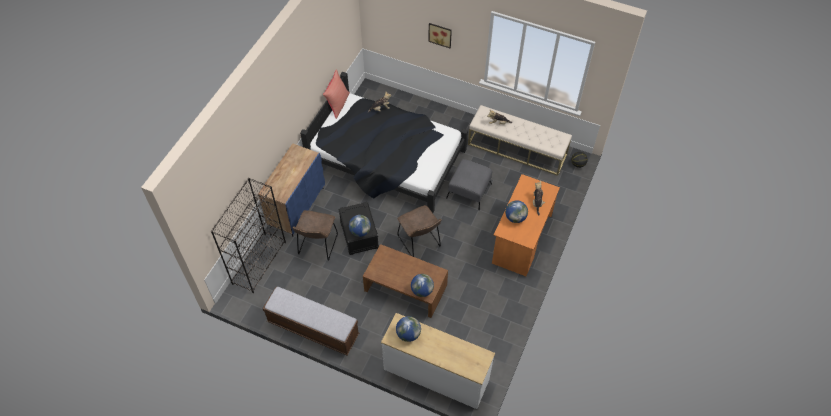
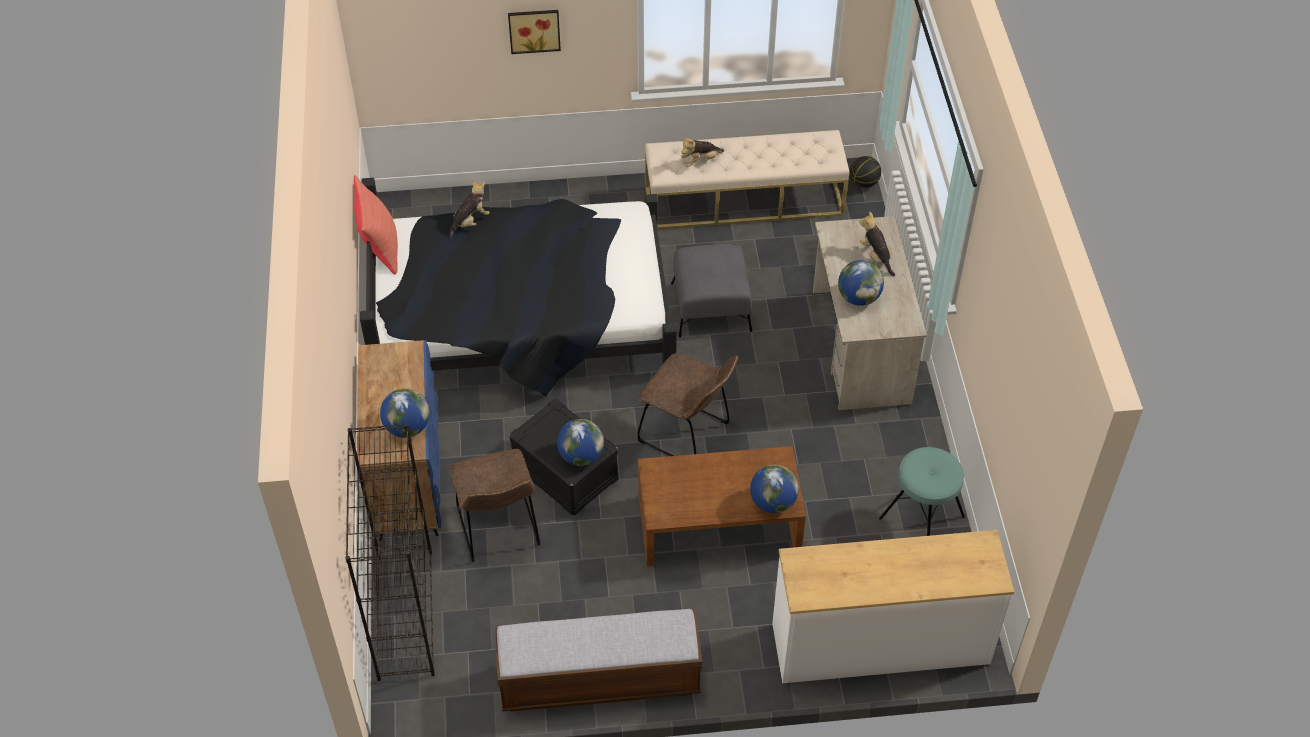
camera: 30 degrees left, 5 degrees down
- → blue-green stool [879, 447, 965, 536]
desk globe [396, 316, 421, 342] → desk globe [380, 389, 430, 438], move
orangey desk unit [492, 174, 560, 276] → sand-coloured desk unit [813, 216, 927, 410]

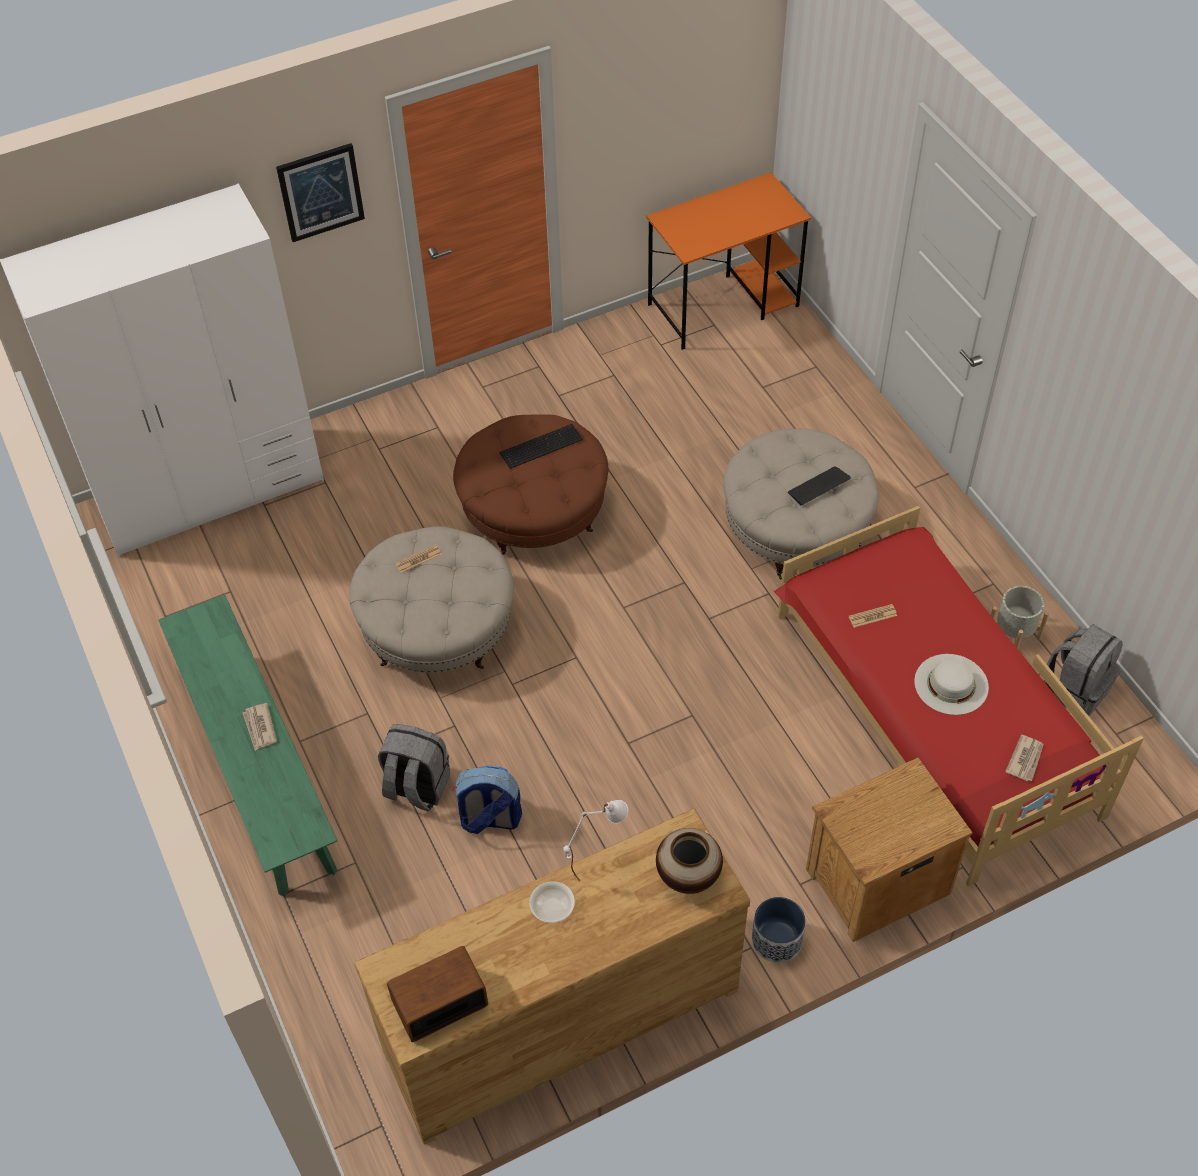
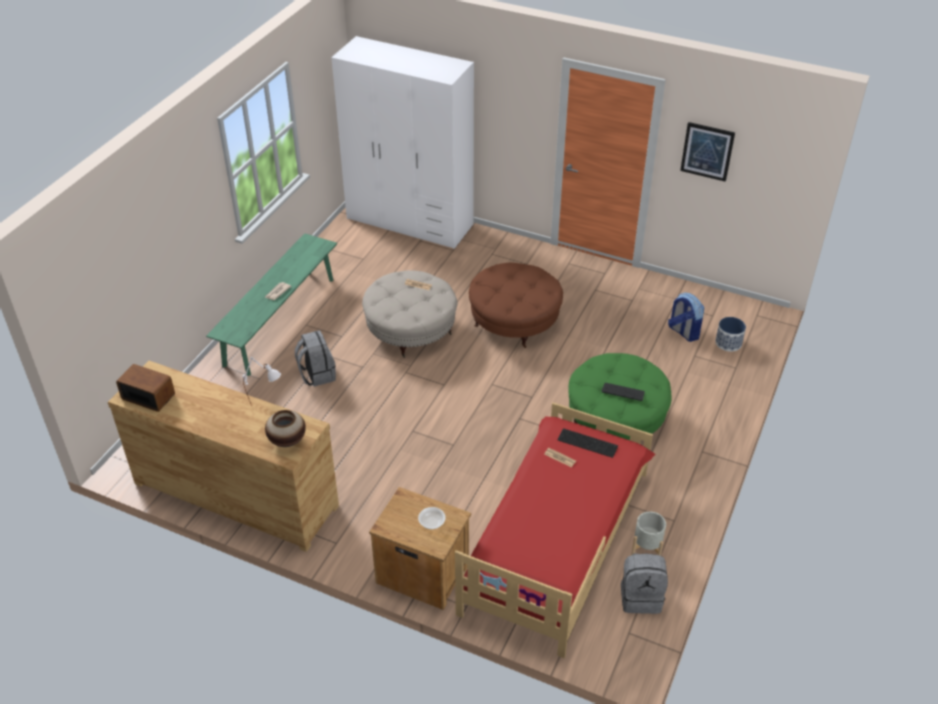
camera: 50 degrees right, 10 degrees down
orangey desk unit [646, 172, 811, 350] → -
white clothing hat [914, 654, 989, 715] → -
printed paper [1005, 735, 1044, 781] → -
wall picture [276, 143, 365, 242] → wall picture [680, 122, 735, 182], move
knapsack [453, 765, 522, 834] → knapsack [668, 293, 704, 342], move
PC keyboard [500, 424, 583, 469] → PC keyboard [558, 428, 618, 458], move
serving bowl [529, 881, 575, 923] → serving bowl [418, 507, 446, 529], move
planter [752, 897, 806, 963] → planter [715, 317, 746, 352], move
sand-coloured pouffe [723, 428, 879, 580] → green-coloured pouffe [568, 353, 671, 440]

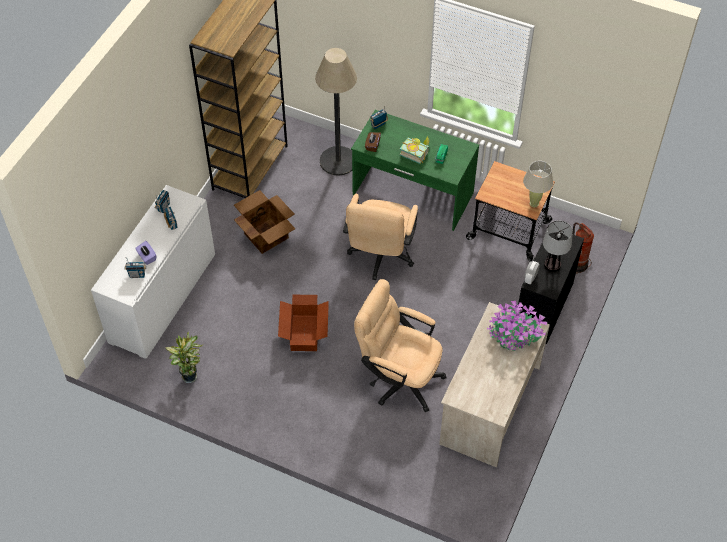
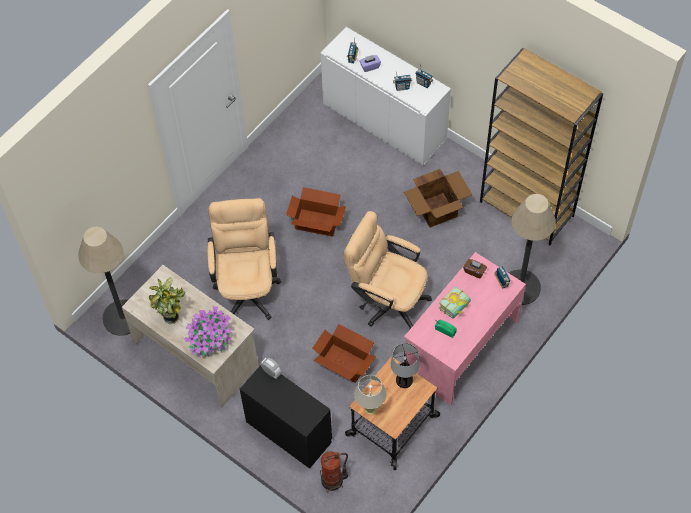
camera: 105 degrees right, 5 degrees up
- → standing lamp [78, 227, 131, 336]
- → carton [312, 324, 376, 383]
plant in a pot [165, 332, 203, 383] → plant in a pot [149, 277, 186, 324], move
tabletop lamp [543, 220, 573, 272] → tabletop lamp [391, 343, 420, 388], move
green-coloured desk unit [351, 110, 479, 231] → pink desk unit [404, 252, 526, 405]
sand-coloured computer chair [354, 279, 446, 412] → sand-coloured computer chair [207, 198, 281, 320], 45 degrees counterclockwise

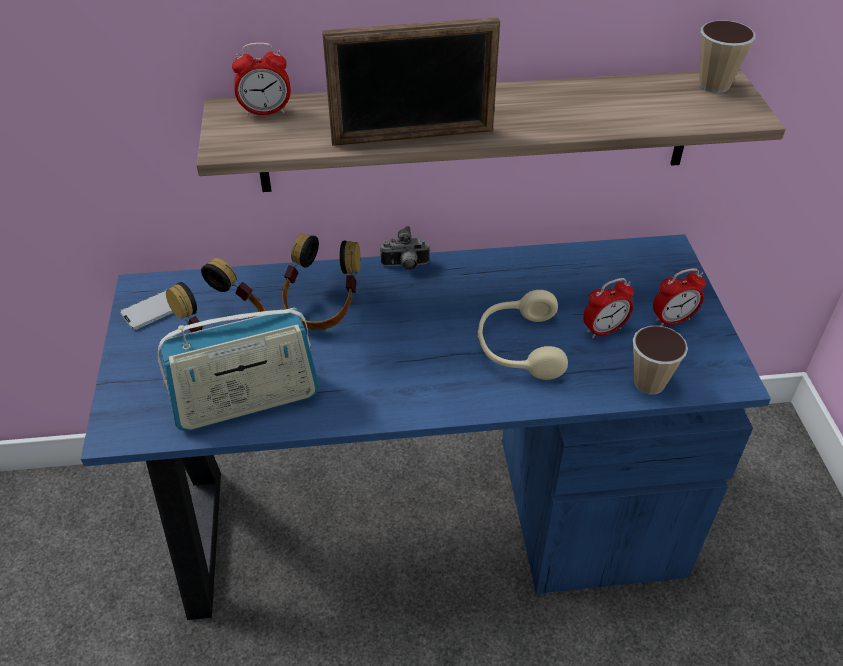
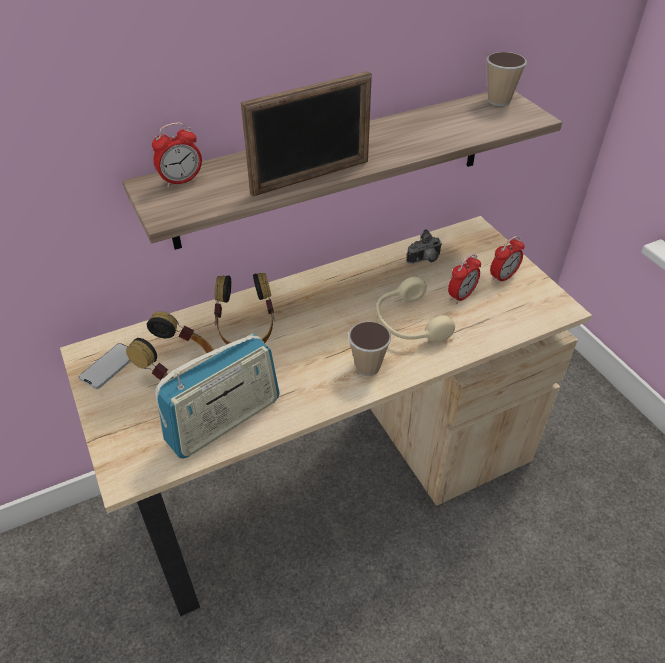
camera: 20 degrees left, 0 degrees up
photo camera [380, 226, 430, 270] → photo camera [407, 229, 442, 264], move
drinking cup [632, 326, 688, 395] → drinking cup [348, 321, 391, 376], move
blue-coloured desk unit [81, 234, 771, 620] → sand-coloured desk unit [60, 216, 592, 616]

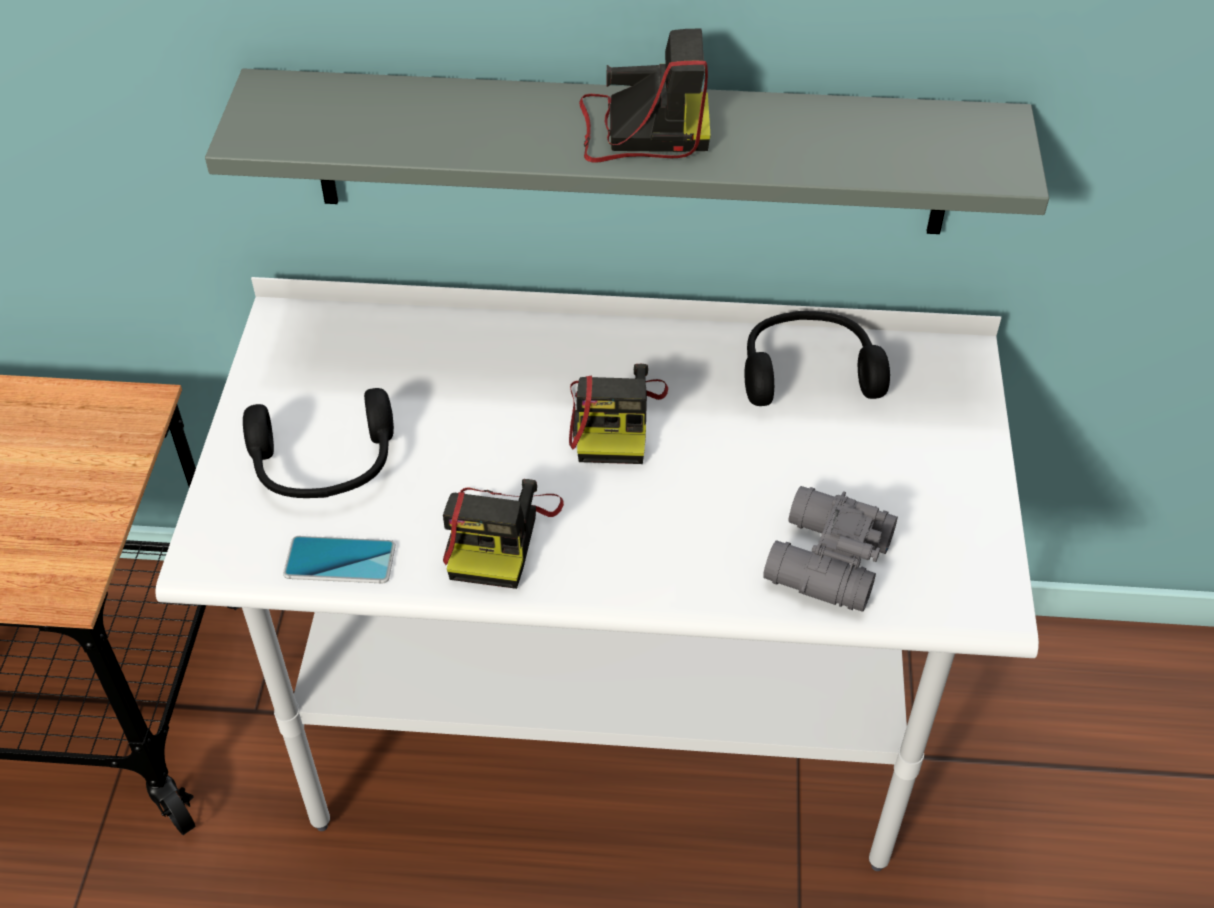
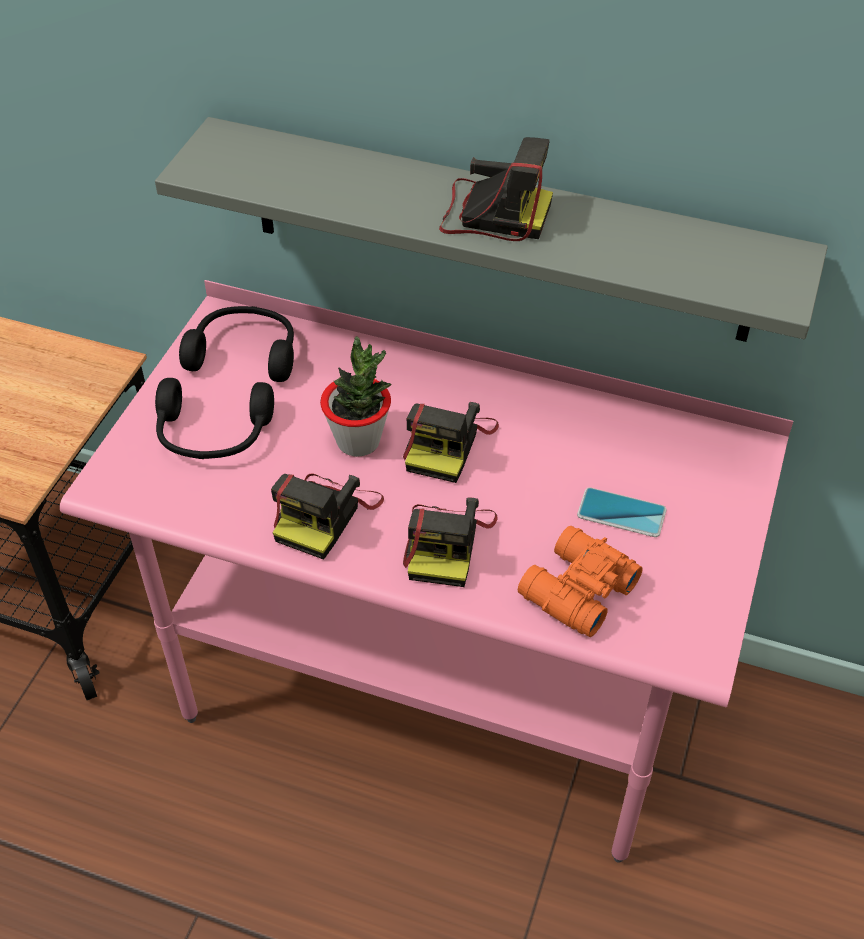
camera: 15 degrees right, 0 degrees up
- → plant in a pot [320, 336, 392, 457]
- → photo camera [403, 497, 498, 587]
handset [283, 536, 396, 583] → handset [577, 487, 667, 537], move
black-coloured headset [744, 311, 890, 406] → black-coloured headset [179, 306, 294, 382], move
white desk unit [156, 277, 1039, 871] → pink desk unit [60, 280, 793, 863]
greyish pair of binoculars [763, 486, 898, 612] → orangey pair of binoculars [518, 526, 643, 637]

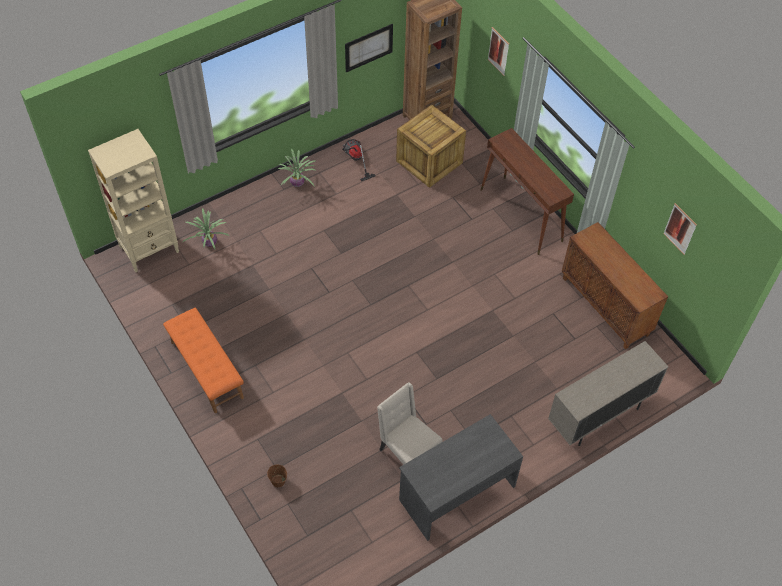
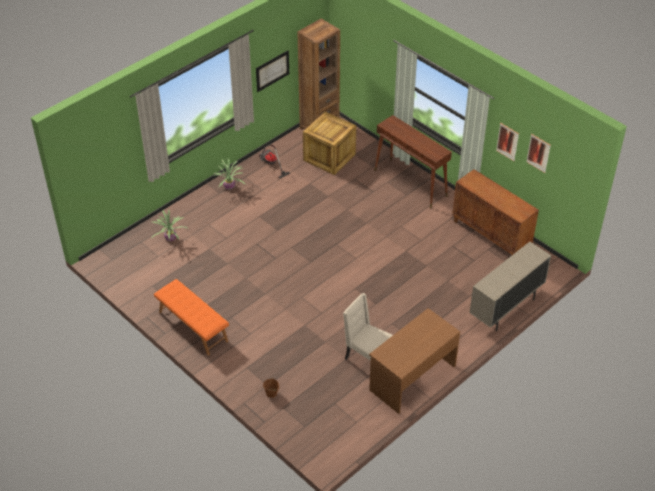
camera: 10 degrees left, 10 degrees down
sand-coloured shelving unit [88, 129, 179, 272] → -
wall picture [488, 27, 509, 76] → wall picture [496, 123, 519, 161], move
greyish desk unit [399, 414, 523, 541] → brown-coloured desk unit [369, 308, 460, 414]

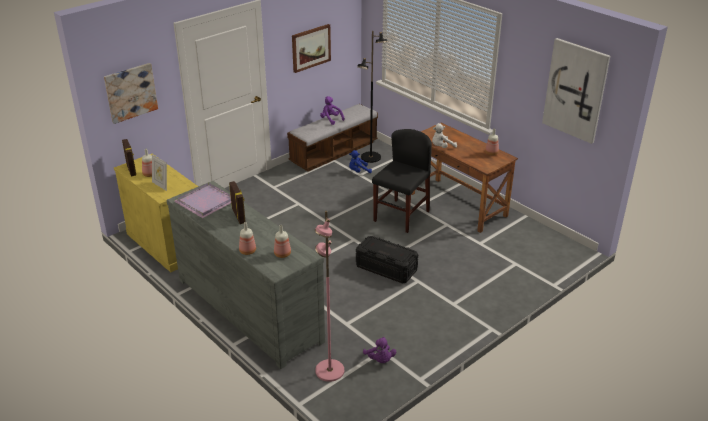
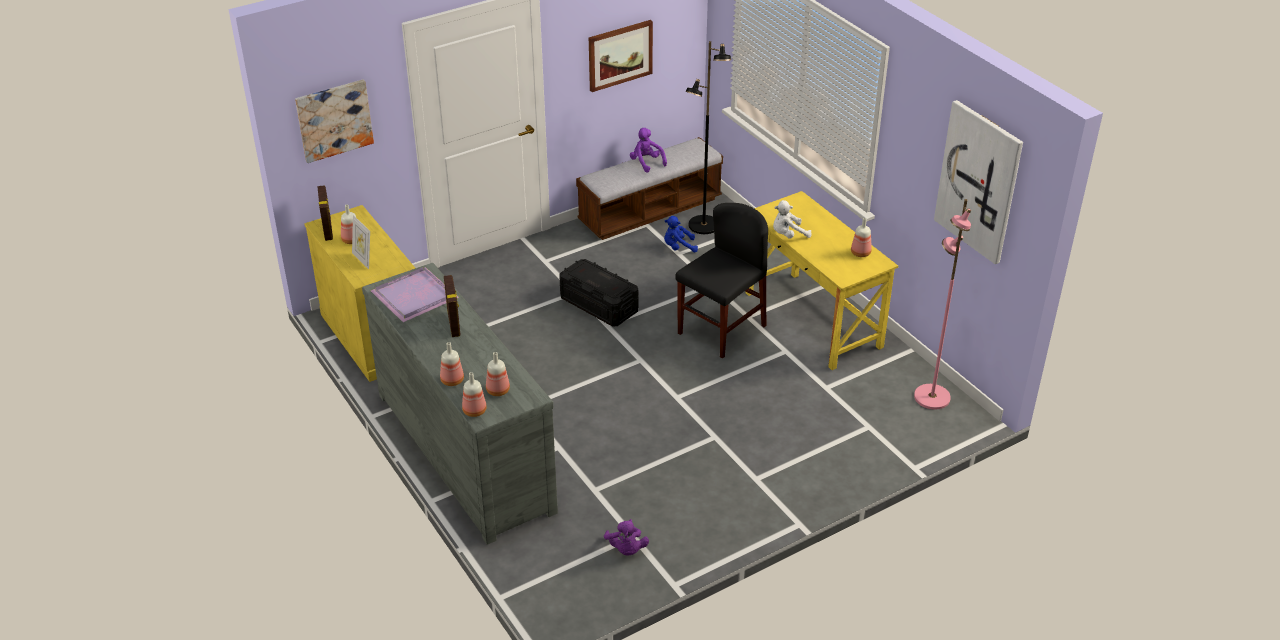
camera: 10 degrees right, 5 degrees up
- → bottle [462, 372, 487, 417]
pink standing lamp [315, 211, 344, 382] → pink standing lamp [914, 199, 971, 410], move
black-coloured storage bin [356, 236, 418, 283] → black-coloured storage bin [559, 259, 639, 327], move
brown-coloured desk unit [412, 123, 518, 233] → yellow-coloured desk unit [745, 191, 898, 370]

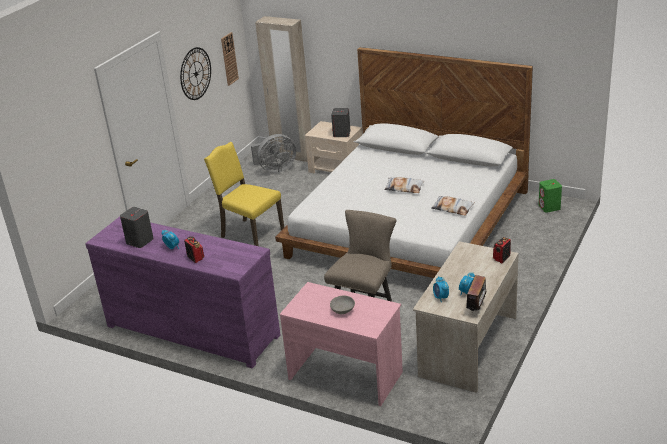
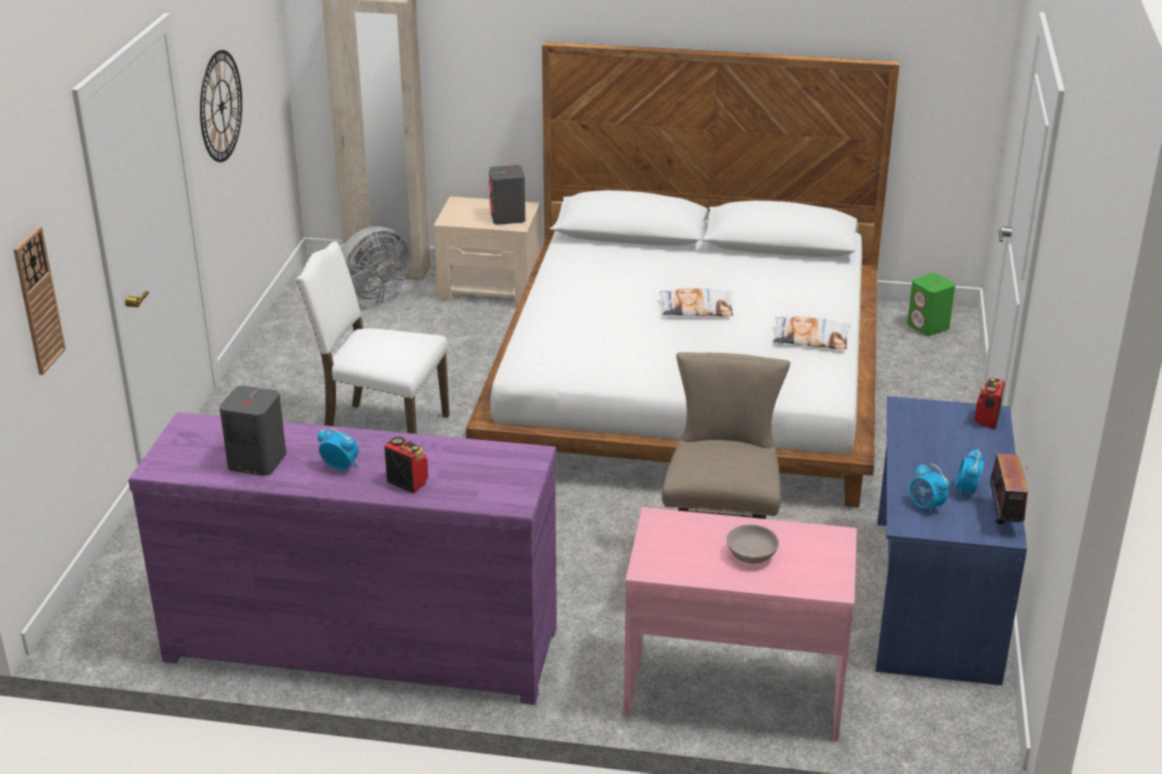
camera: 20 degrees left, 0 degrees up
wall clock [221, 32, 239, 86] → wall clock [13, 226, 66, 375], move
yellow-coloured upright chair [204, 142, 284, 246] → white upright chair [295, 242, 449, 434]
sand-coloured desk unit [413, 241, 518, 393] → blue-coloured desk unit [876, 396, 1027, 685]

